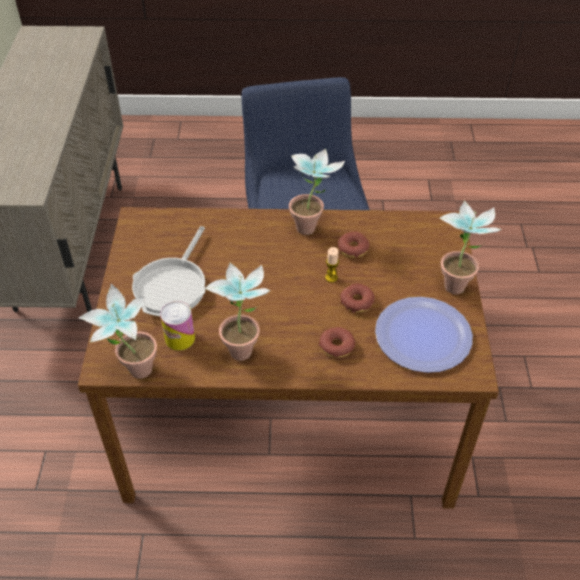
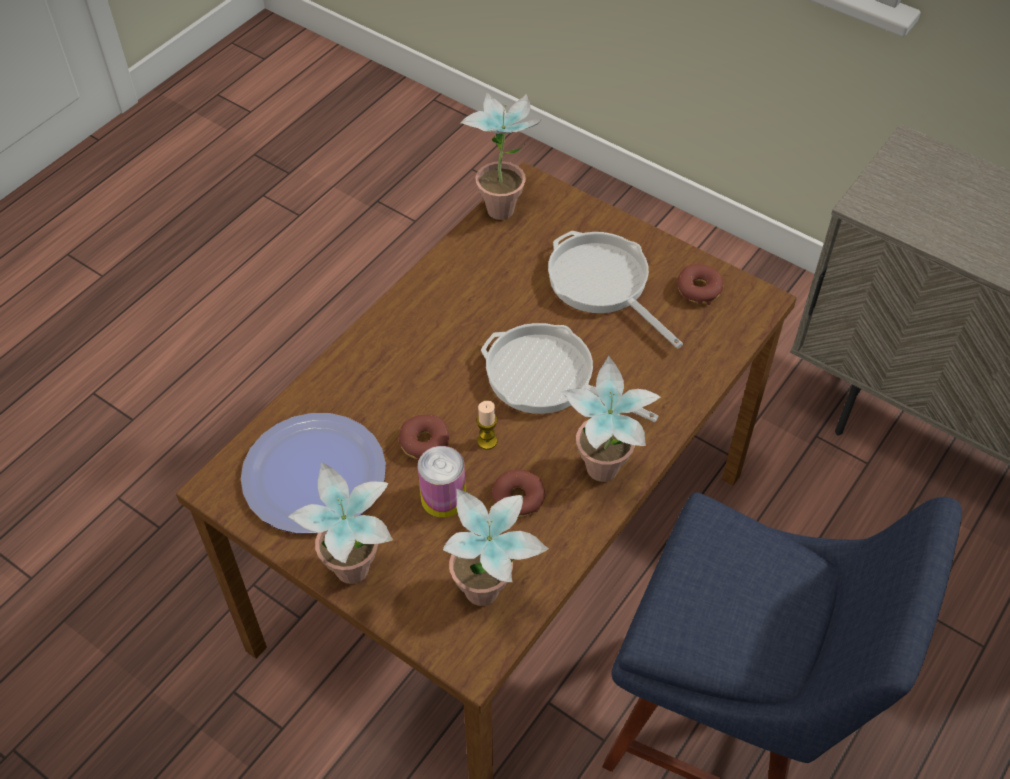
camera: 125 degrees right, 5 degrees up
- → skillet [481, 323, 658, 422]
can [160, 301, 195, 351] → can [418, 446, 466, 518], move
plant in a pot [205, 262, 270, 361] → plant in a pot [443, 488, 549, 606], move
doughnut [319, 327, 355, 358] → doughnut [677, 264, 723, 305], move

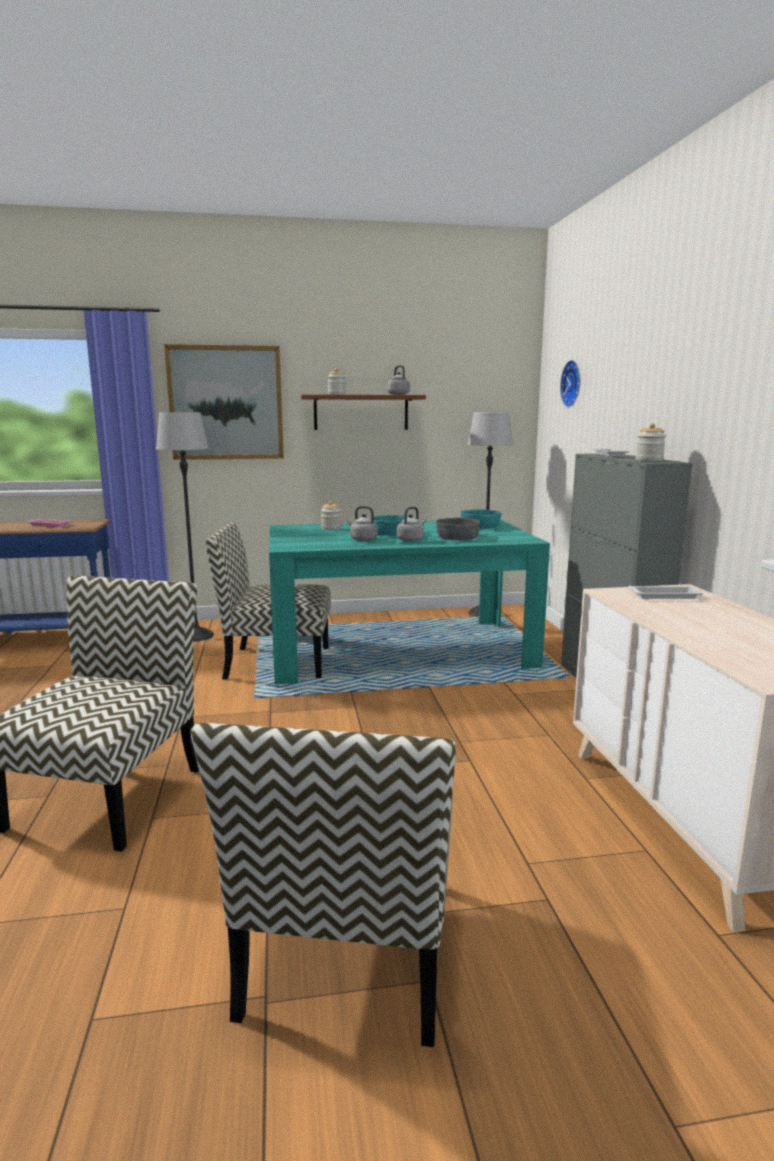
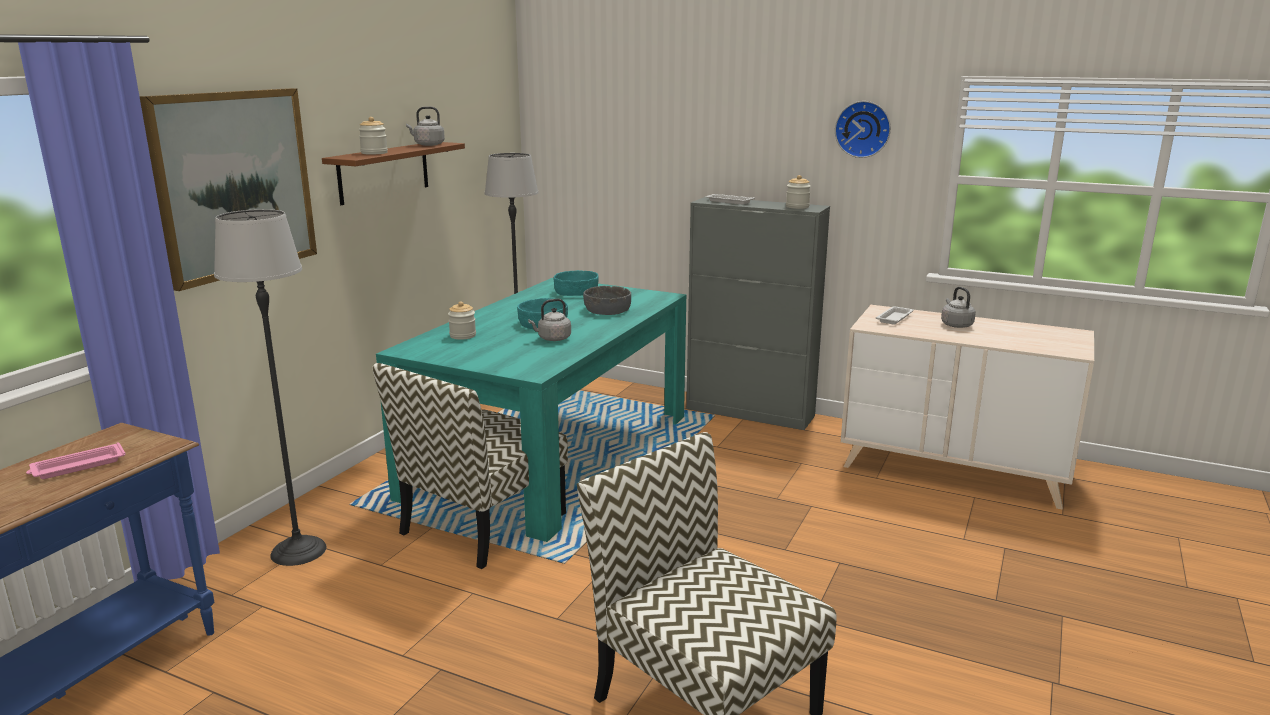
camera: 55 degrees left, 5 degrees up
upright chair [191, 723, 456, 1047] → -
greyish tea kettle [397, 507, 426, 542] → greyish tea kettle [941, 287, 976, 328], move
wall clock [560, 360, 580, 408] → wall clock [835, 101, 891, 158], move

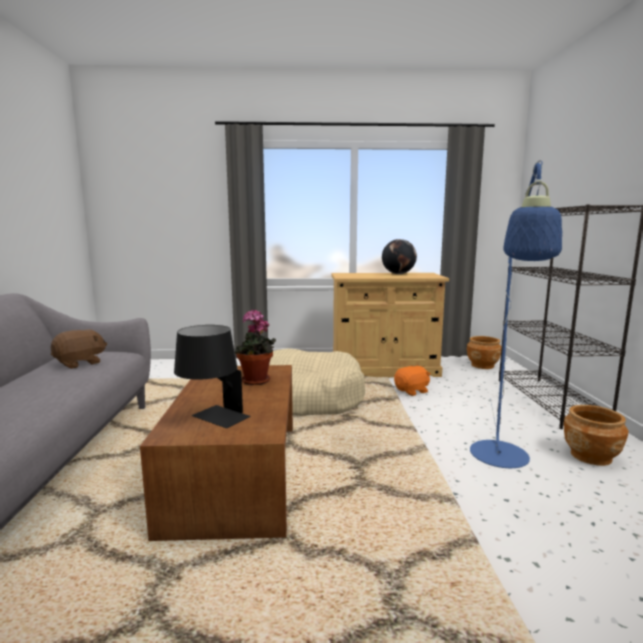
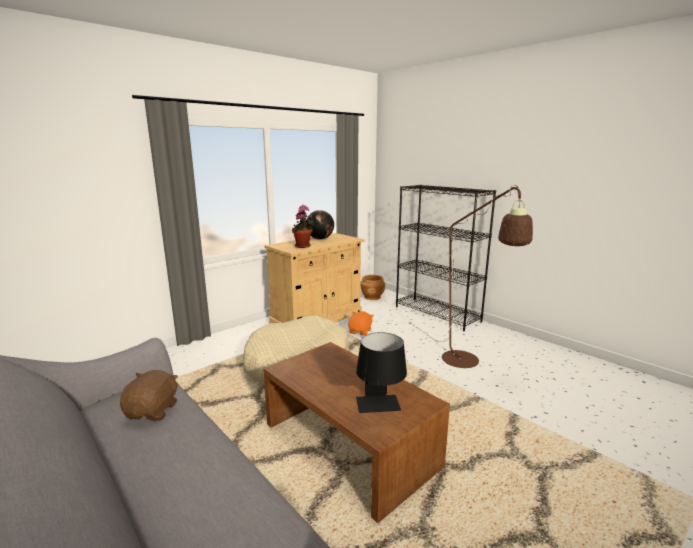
camera: 40 degrees left, 5 degrees up
brown-coloured planter [564, 405, 629, 466] → -
plant in a pot [235, 309, 276, 385] → plant in a pot [292, 205, 315, 248], move
blue-coloured standing lamp [470, 160, 562, 468] → brown-coloured standing lamp [409, 185, 533, 368]

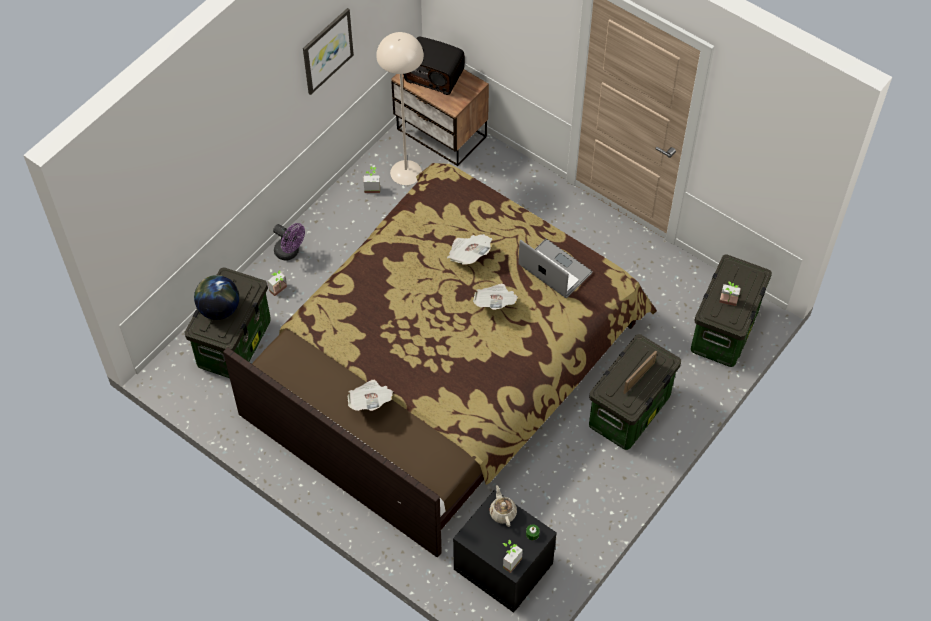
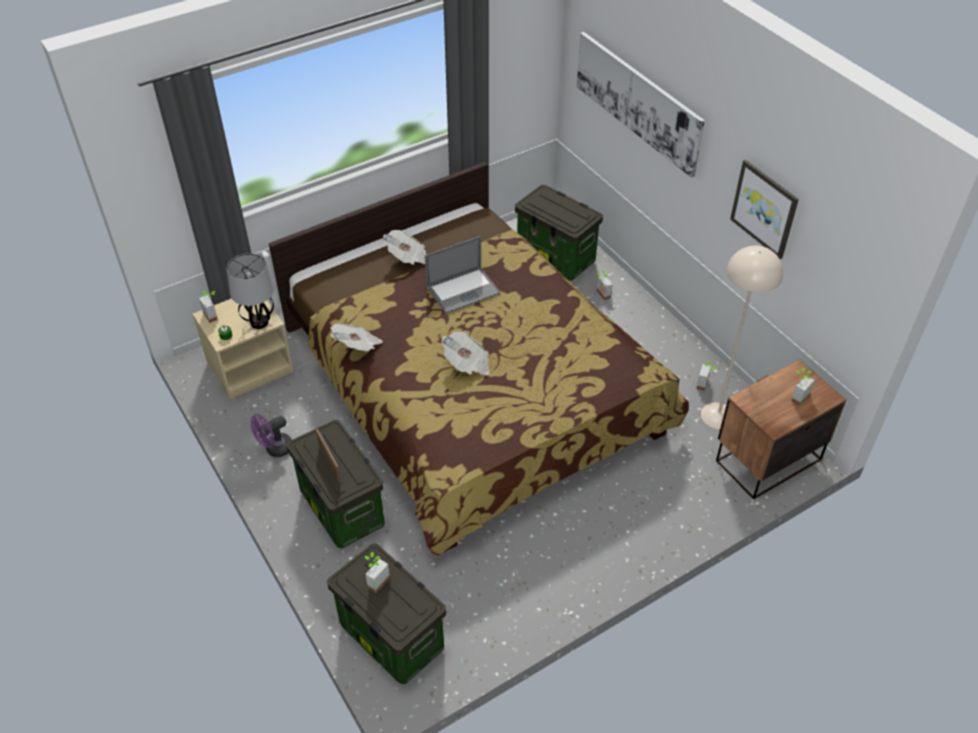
camera: 110 degrees right, 10 degrees down
desk globe [194, 275, 239, 320] → -
- → wall picture [577, 32, 705, 178]
purple electric fan [273, 223, 305, 261] → purple electric fan [251, 414, 292, 457], move
printed paper [447, 234, 492, 265] → printed paper [330, 323, 383, 352], move
portable computer [518, 239, 593, 298] → portable computer [425, 236, 501, 314], move
radio [403, 37, 465, 95] → plant in a pot [791, 368, 815, 406]
sand-coloured tea pot [489, 485, 517, 527] → tabletop lamp [227, 253, 274, 329]
black-coloured night table [453, 490, 557, 613] → sand-coloured night table [193, 298, 294, 399]

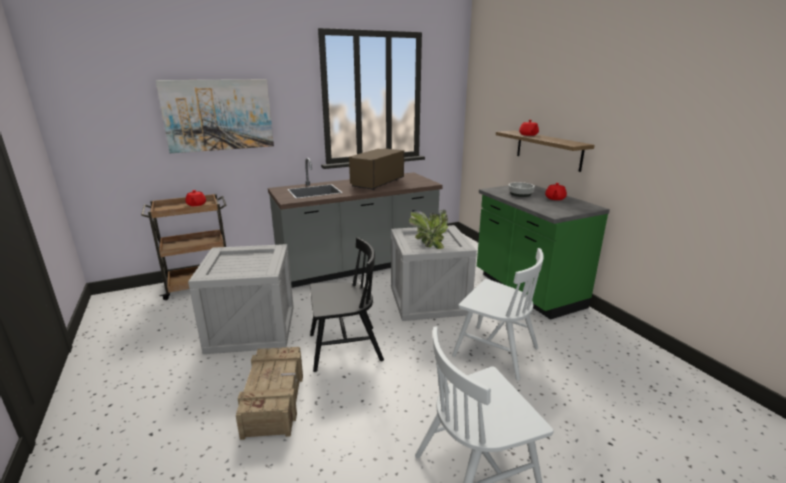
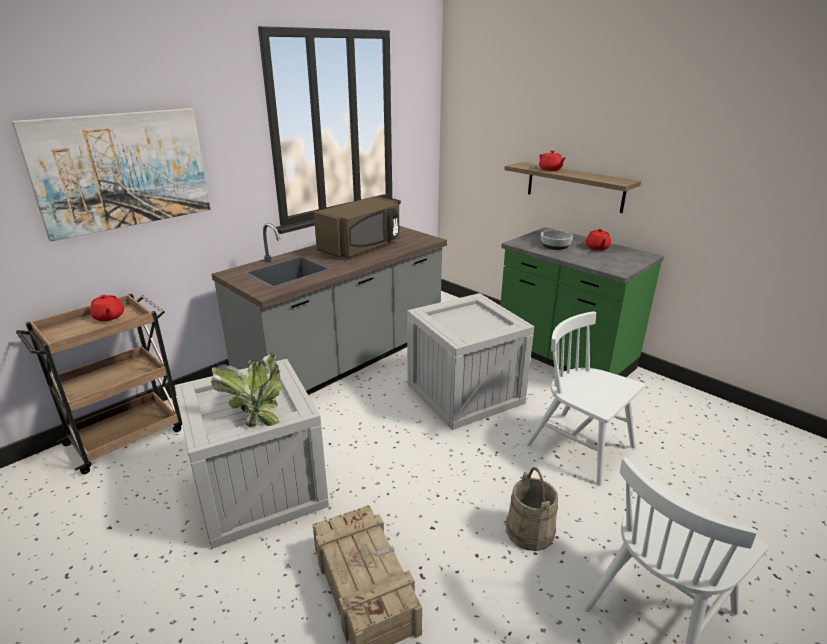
camera: 20 degrees left, 5 degrees up
black-coloured upright chair [310, 237, 384, 372] → -
- → sand-coloured water bucket [506, 467, 558, 551]
plant in a pot [409, 210, 448, 249] → plant in a pot [211, 353, 281, 427], move
brown-coloured microwave [349, 148, 404, 190] → brown-coloured microwave [314, 196, 399, 257], 150 degrees counterclockwise
white upright chair [452, 248, 544, 381] → white upright chair [526, 311, 645, 485], 150 degrees counterclockwise

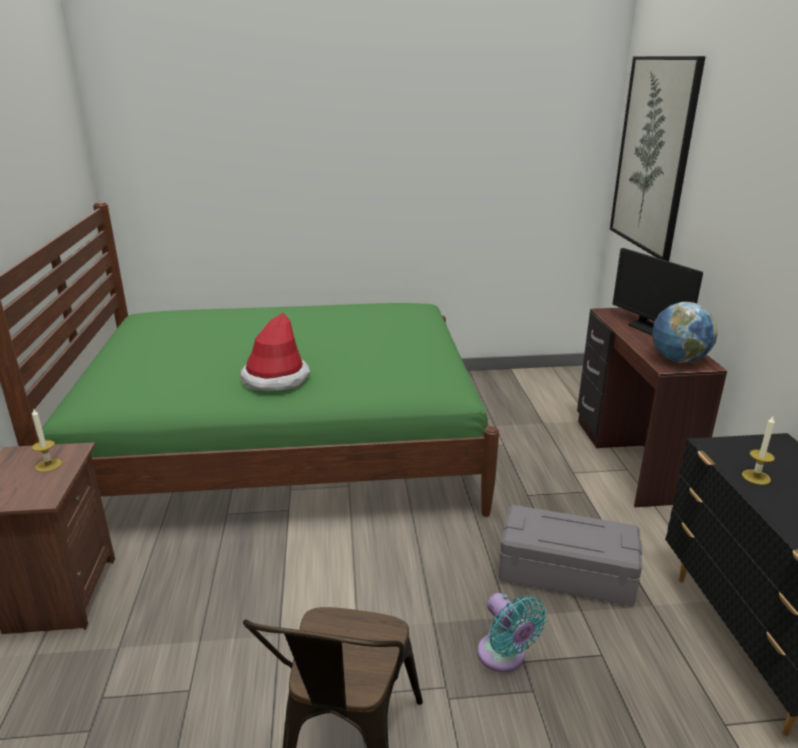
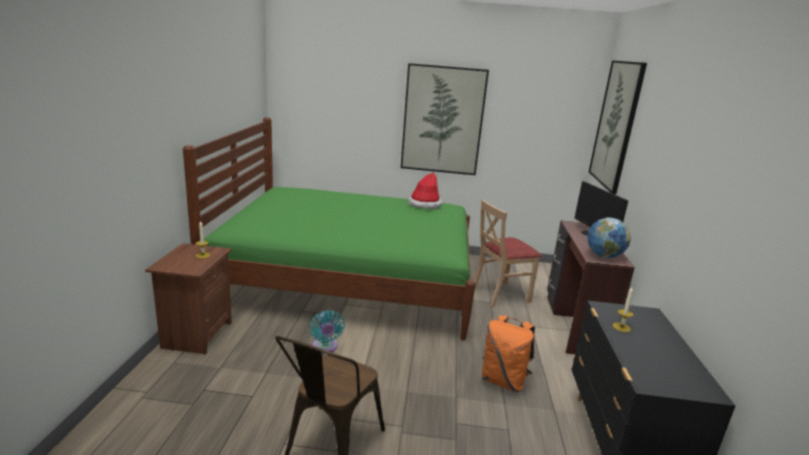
camera: 10 degrees right, 5 degrees down
- → wall picture [401, 63, 489, 175]
- → sand-coloured upright chair [474, 200, 542, 307]
clothing hat [240, 313, 310, 391] → clothing hat [408, 173, 443, 209], move
blue-green electric fan [478, 593, 547, 672] → blue-green electric fan [309, 310, 345, 352], move
greyish storage bin [498, 505, 642, 606] → orangey knapsack [481, 315, 535, 392]

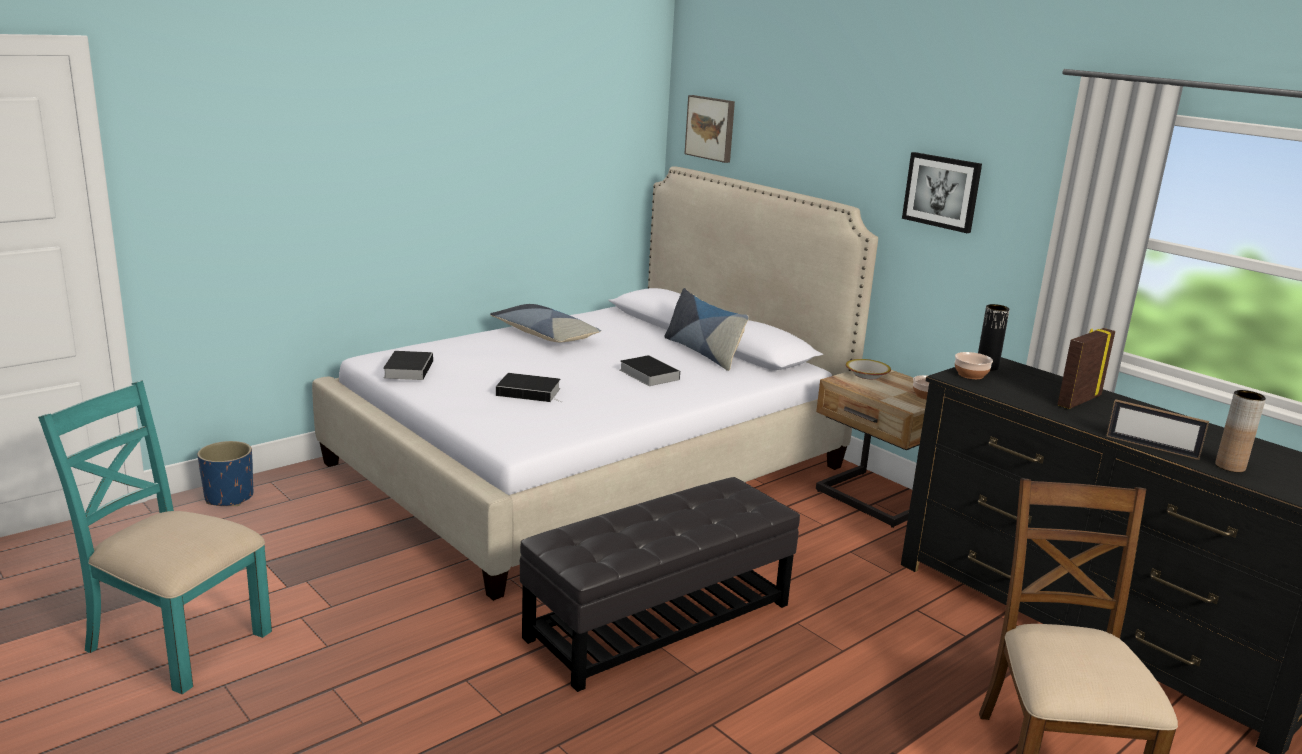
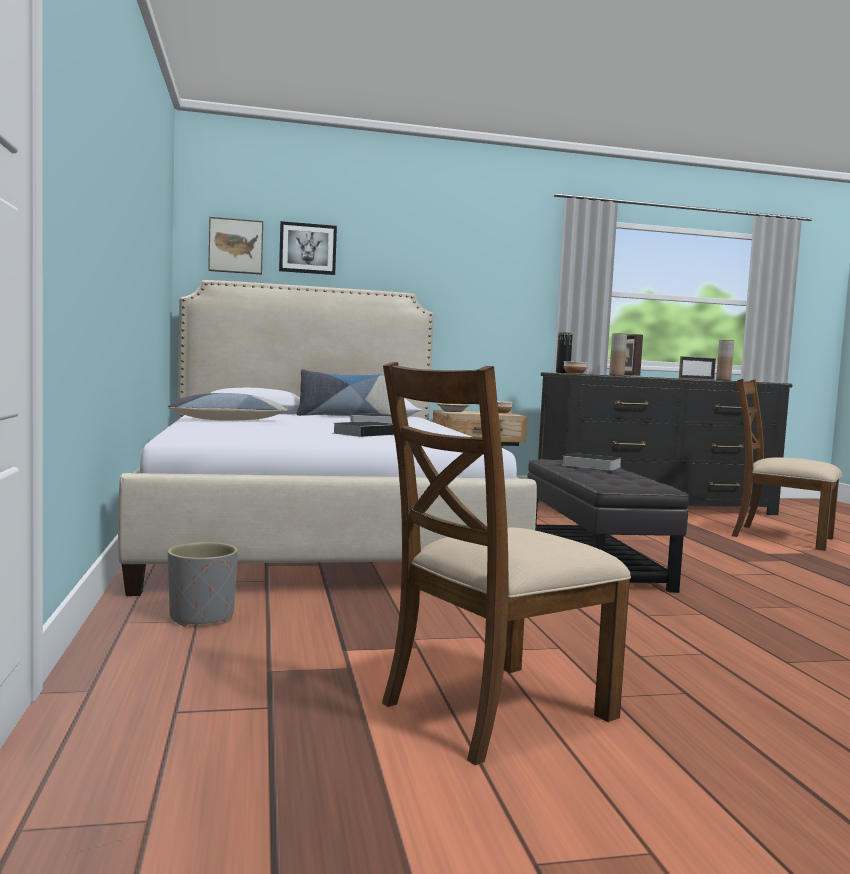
camera: 60 degrees left, 15 degrees down
blue-coloured planter [197, 441, 253, 506] → -
- → greyish planter [168, 542, 238, 627]
- → brown-coloured decorative vase [609, 333, 627, 376]
volume [383, 351, 433, 380] → volume [563, 453, 622, 471], move
wall picture [902, 152, 982, 233] → wall picture [279, 221, 337, 275], move
blue-green upright chair [38, 380, 272, 694] → brown-coloured upright chair [382, 362, 631, 765]

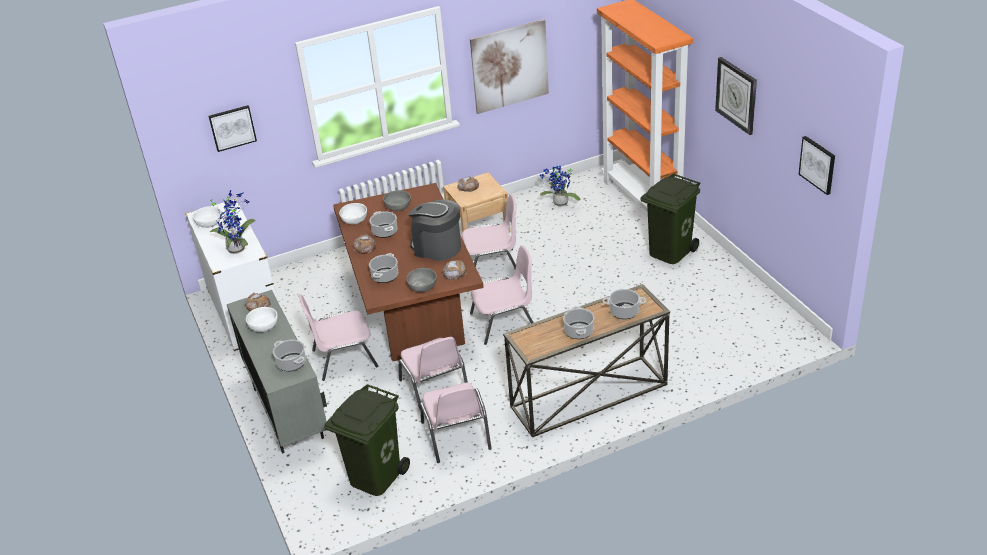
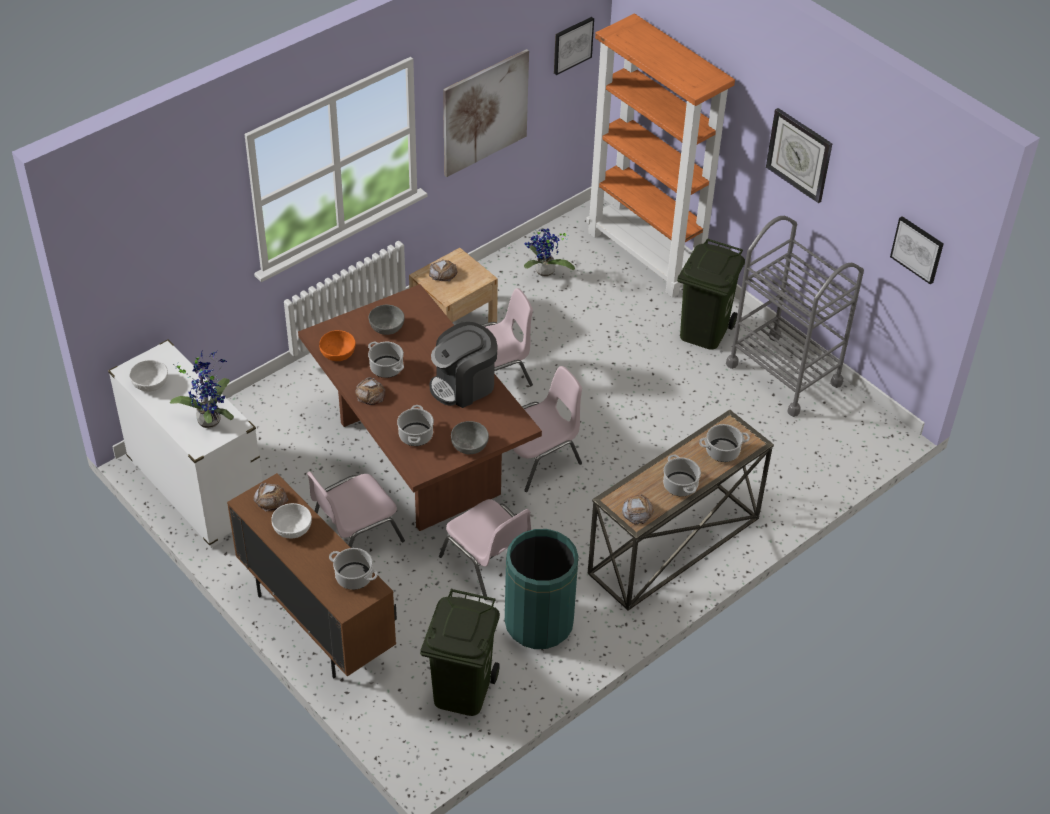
camera: 20 degrees left, 10 degrees up
- → greyish cart [726, 216, 864, 417]
wall picture [208, 105, 257, 152] → wall picture [554, 17, 594, 75], move
bread [442, 260, 467, 280] → bread [622, 494, 654, 525], move
pink upright chair [420, 383, 492, 463] → green-coloured rubbish bin [505, 529, 578, 649]
greyish cupboard [227, 290, 327, 454] → brown-coloured cupboard [227, 473, 397, 678]
white serving bowl [339, 203, 367, 224] → orangey serving bowl [319, 330, 356, 361]
coffee machine [408, 200, 461, 261] → coffee machine [430, 322, 498, 408], 45 degrees counterclockwise

